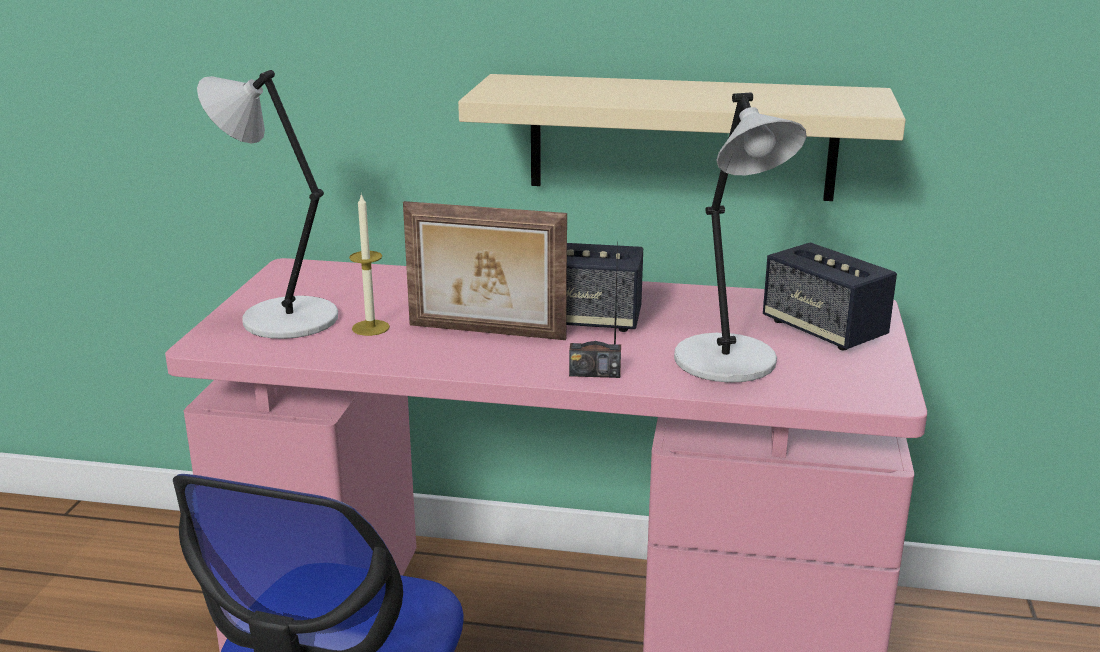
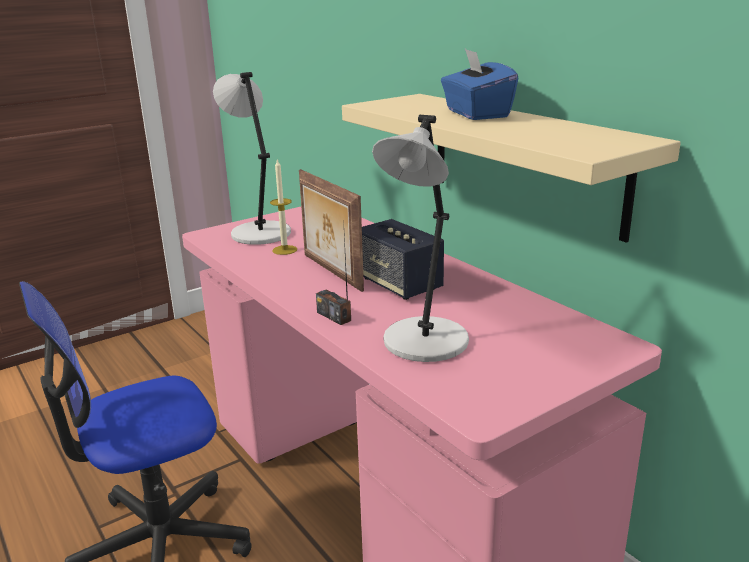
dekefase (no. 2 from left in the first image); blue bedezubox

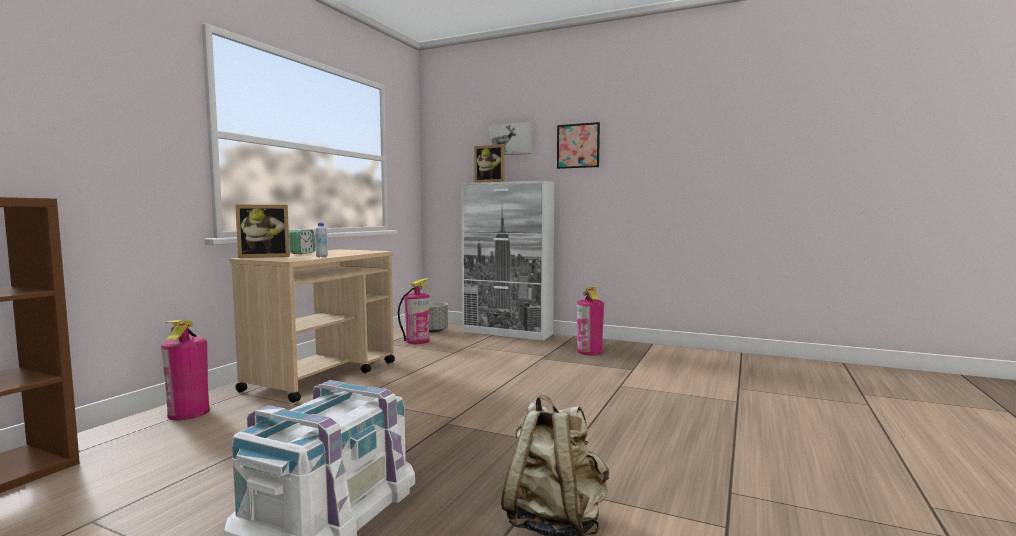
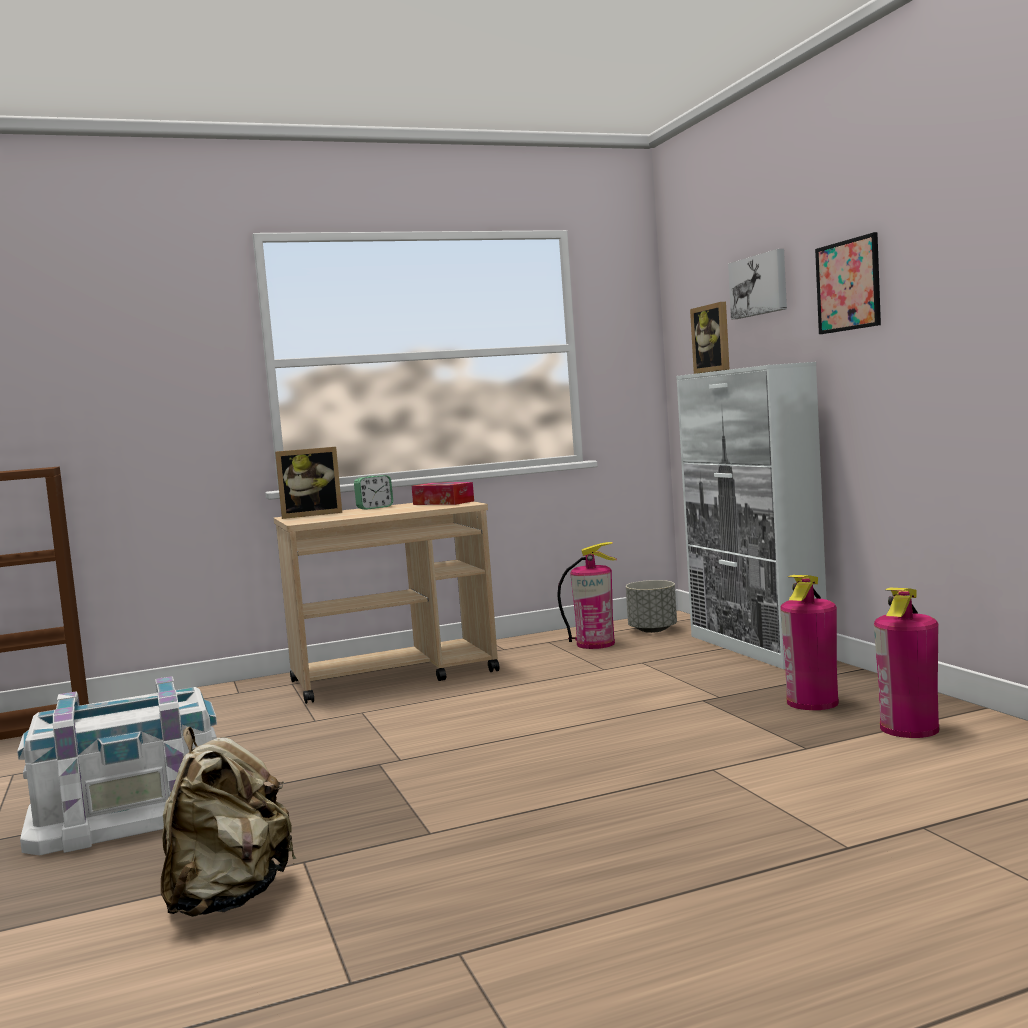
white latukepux; bedezubox; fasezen (no. 3 from left); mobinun (no. 1 from left)

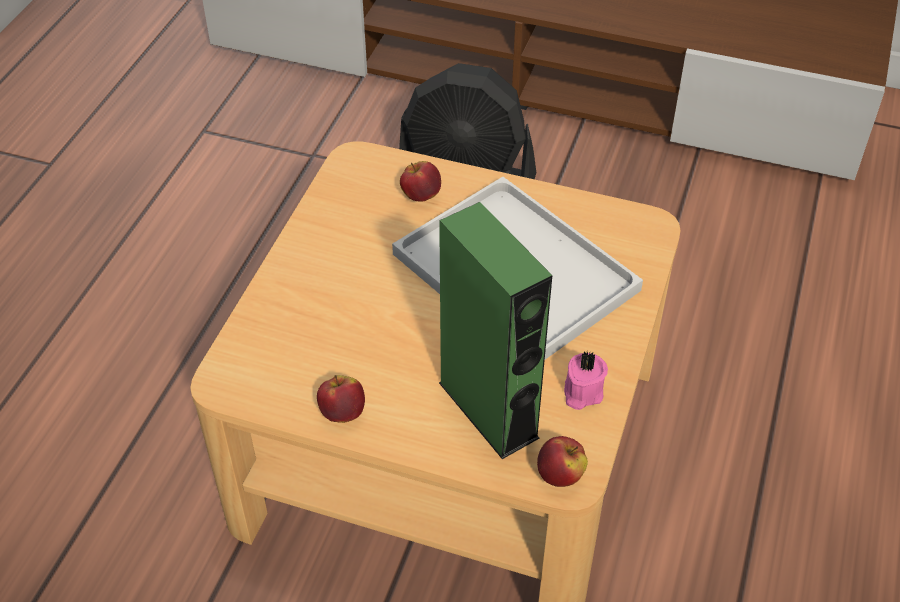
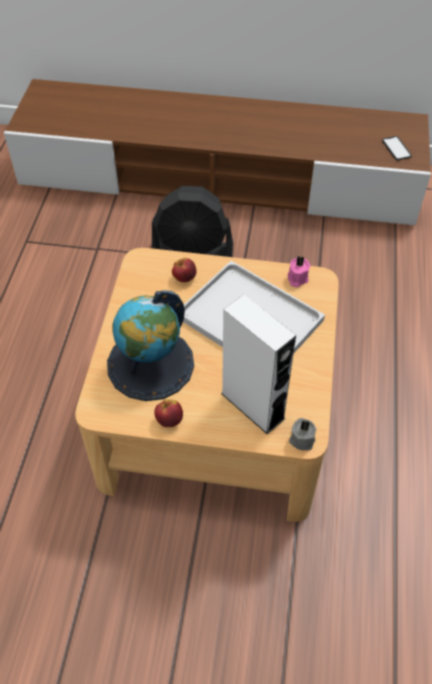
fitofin; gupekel; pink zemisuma; grey zemisuma; white dekefase

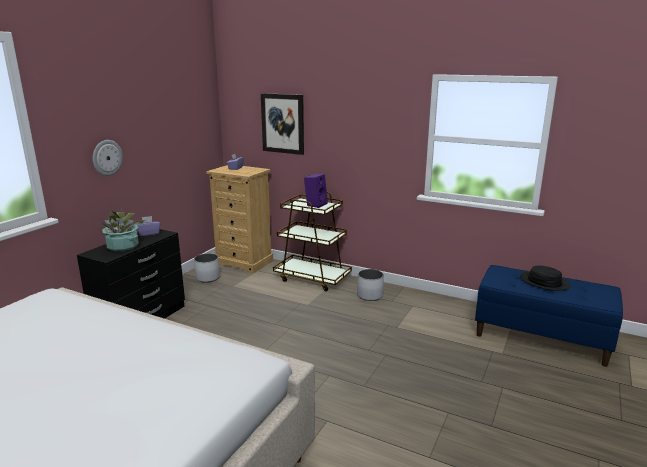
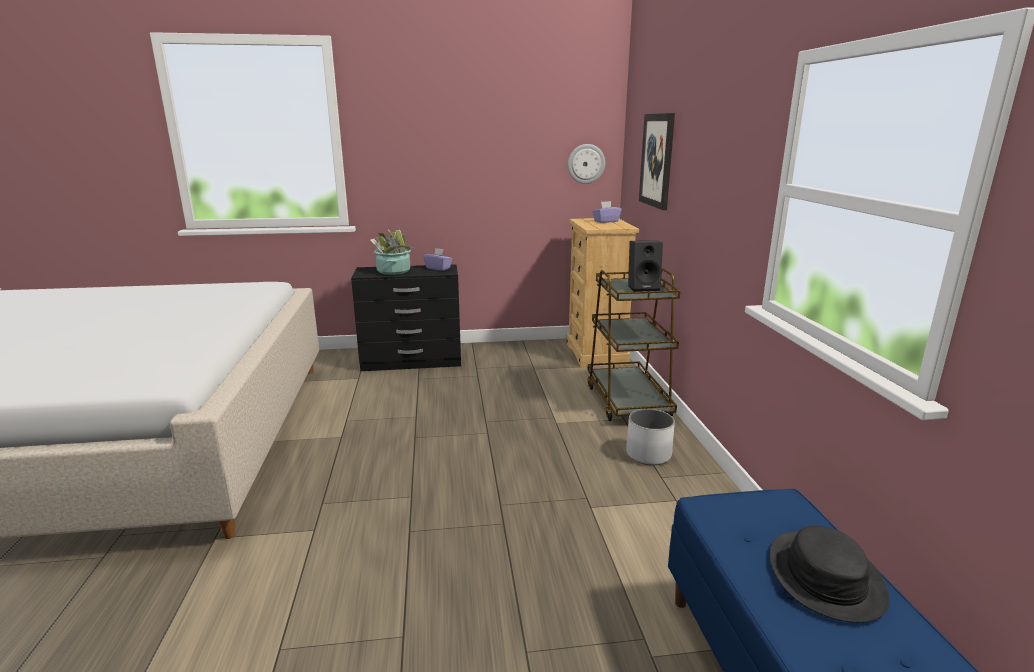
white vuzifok (no. 1 from left in the first image); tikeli; black dekefase

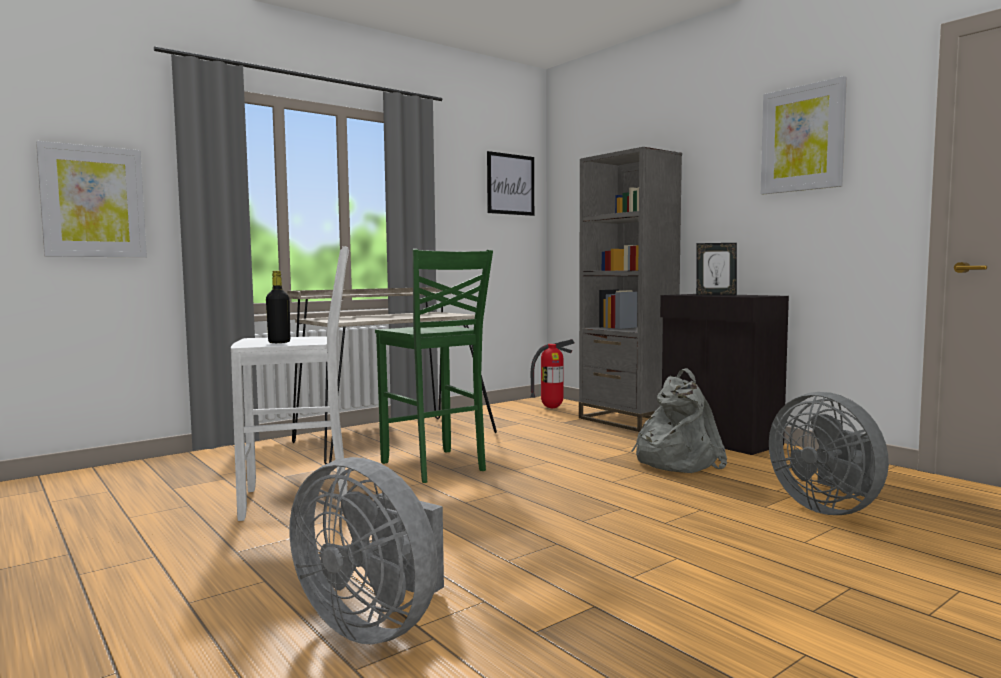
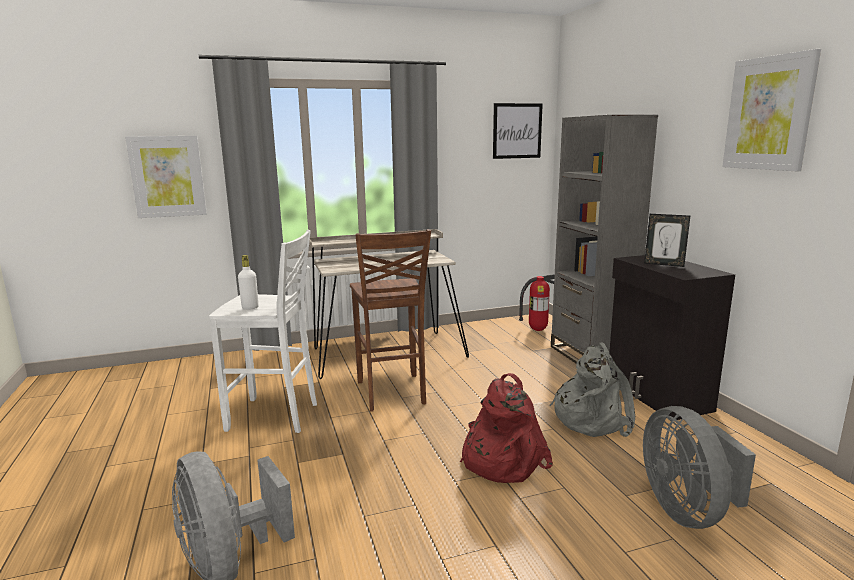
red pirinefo; white latukepux; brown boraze

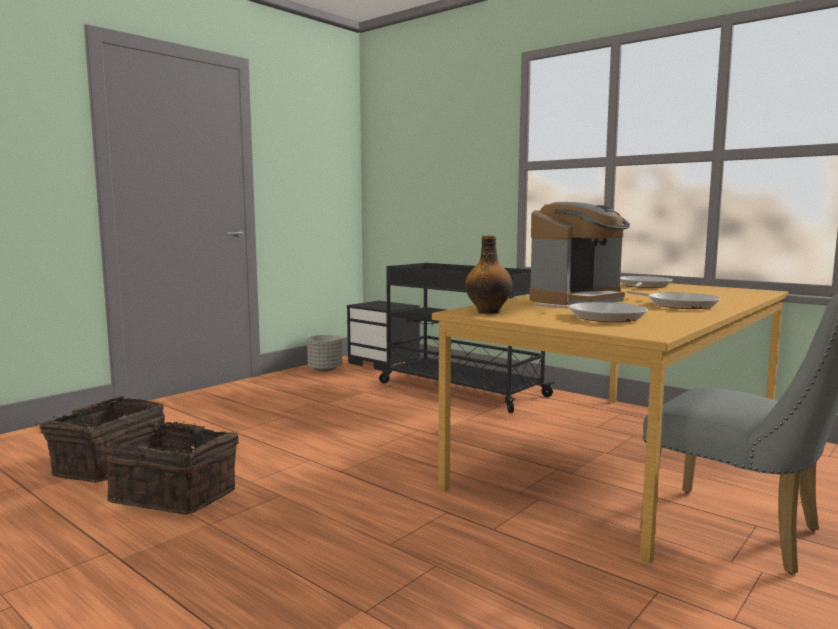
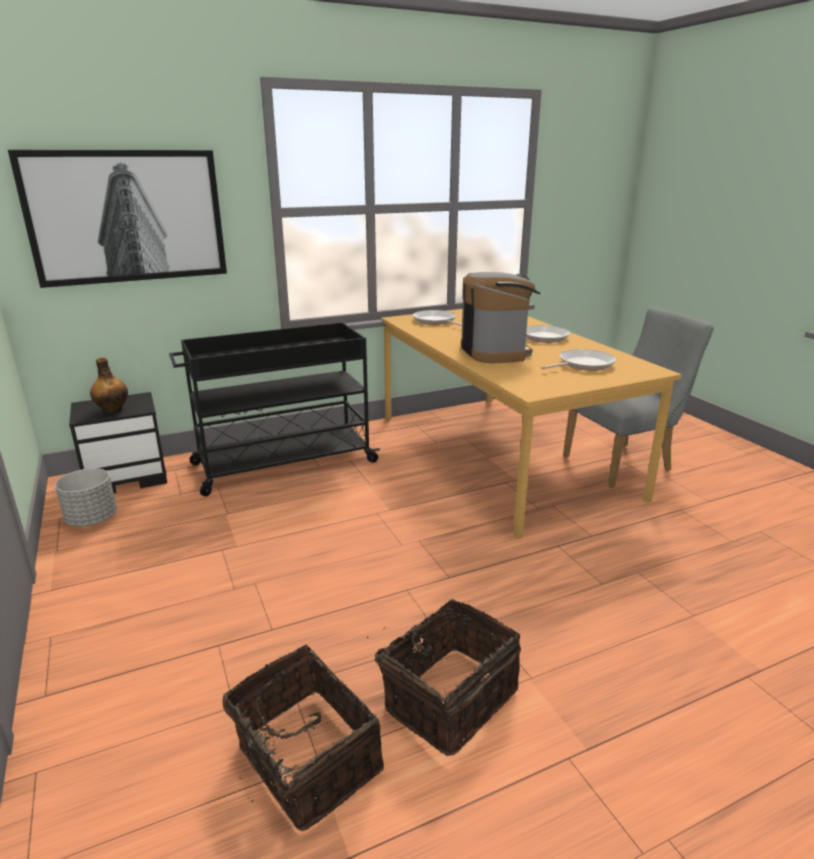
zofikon; latukepux

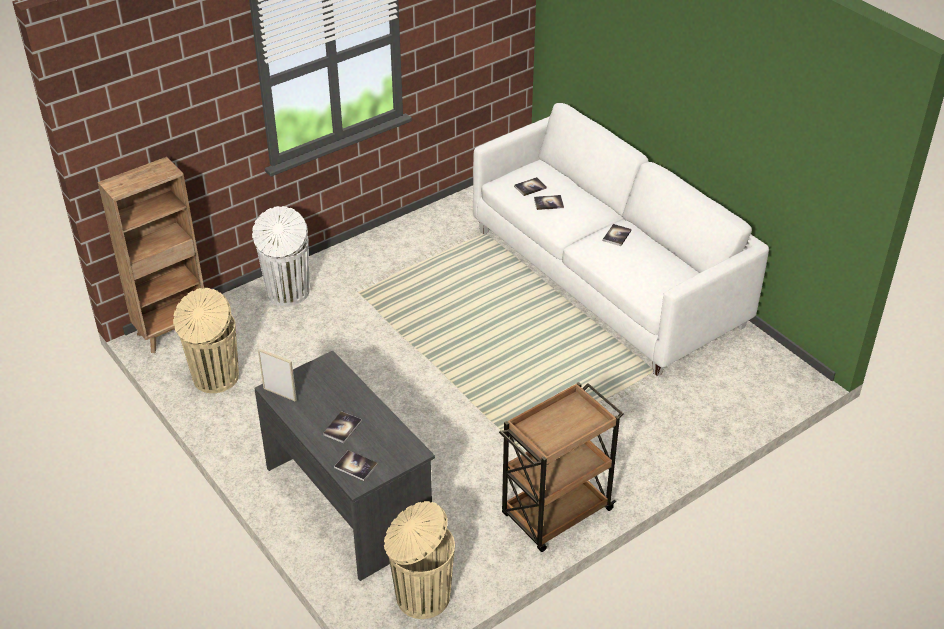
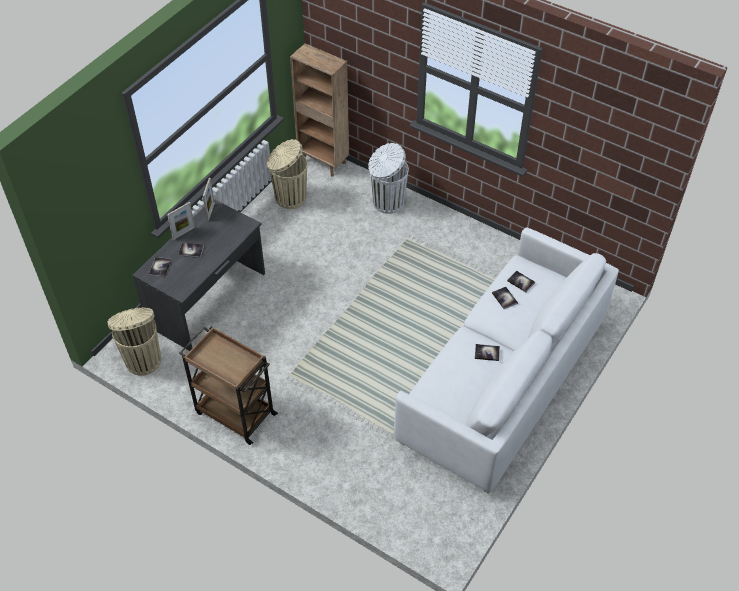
mobinun (no. 1 from left)

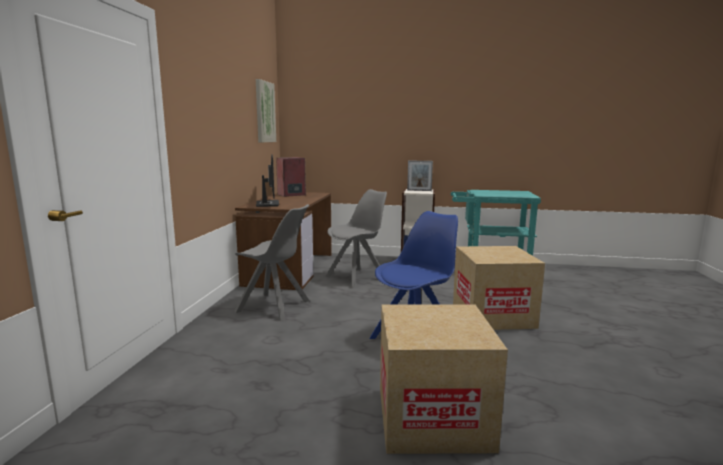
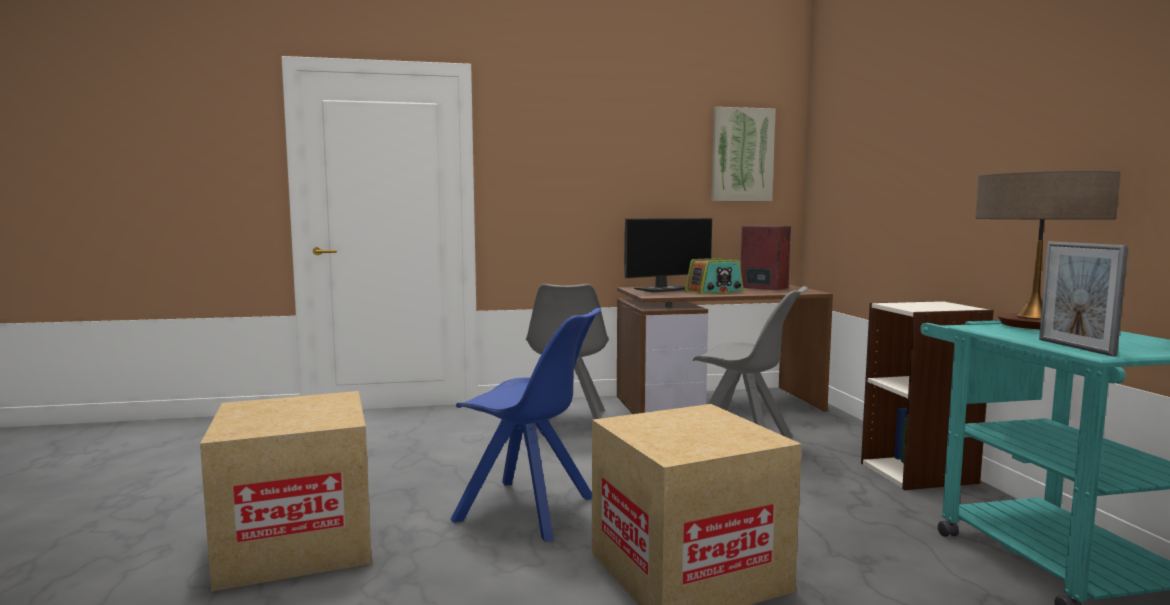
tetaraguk; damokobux; mobinun

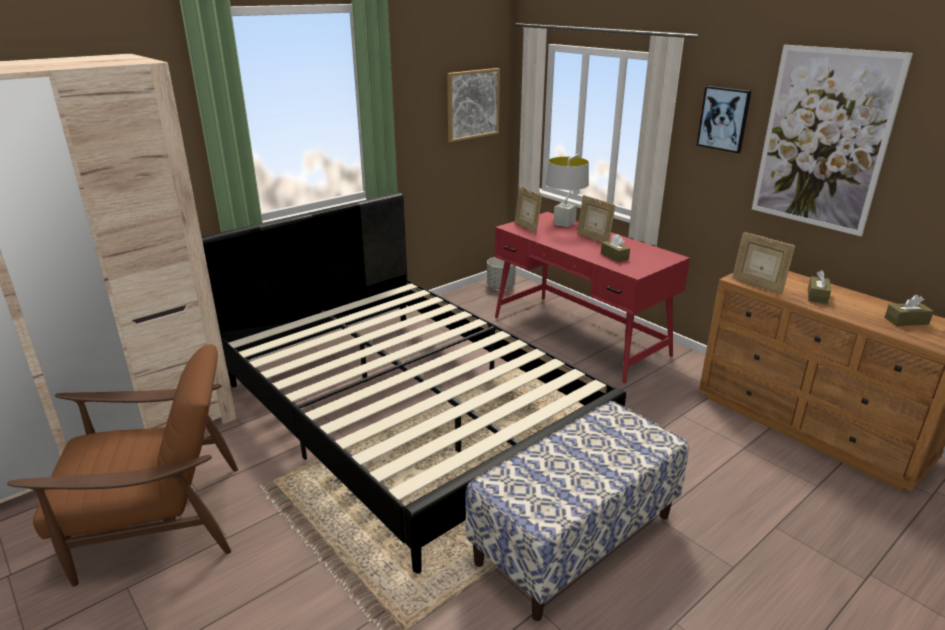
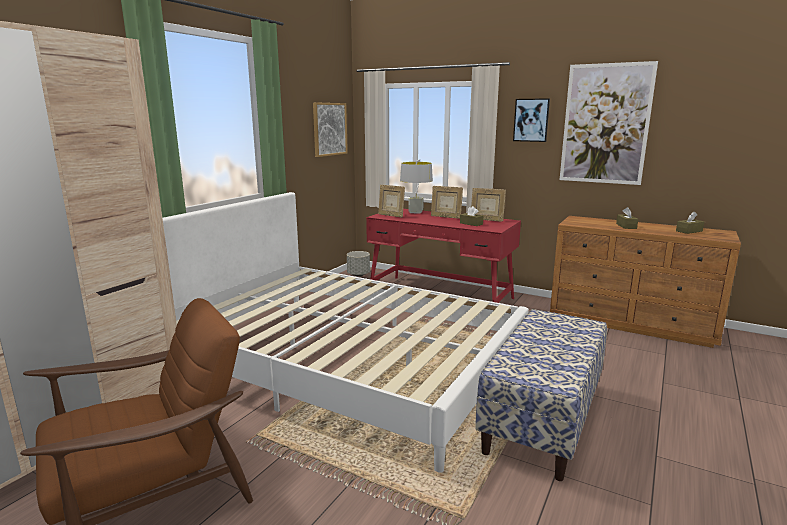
mobinun (no. 3 from left); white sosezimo

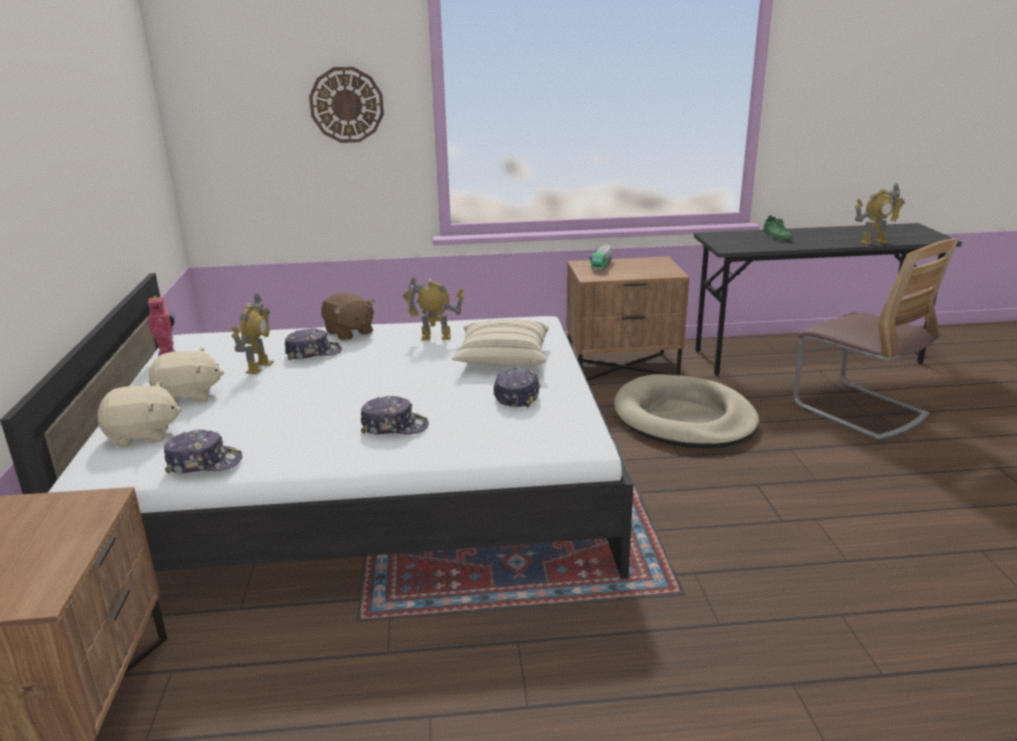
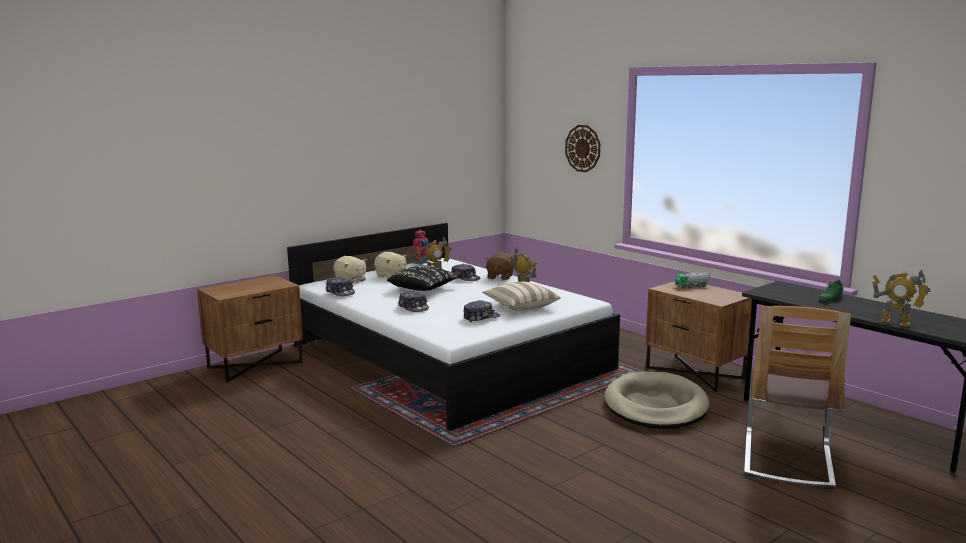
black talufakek

